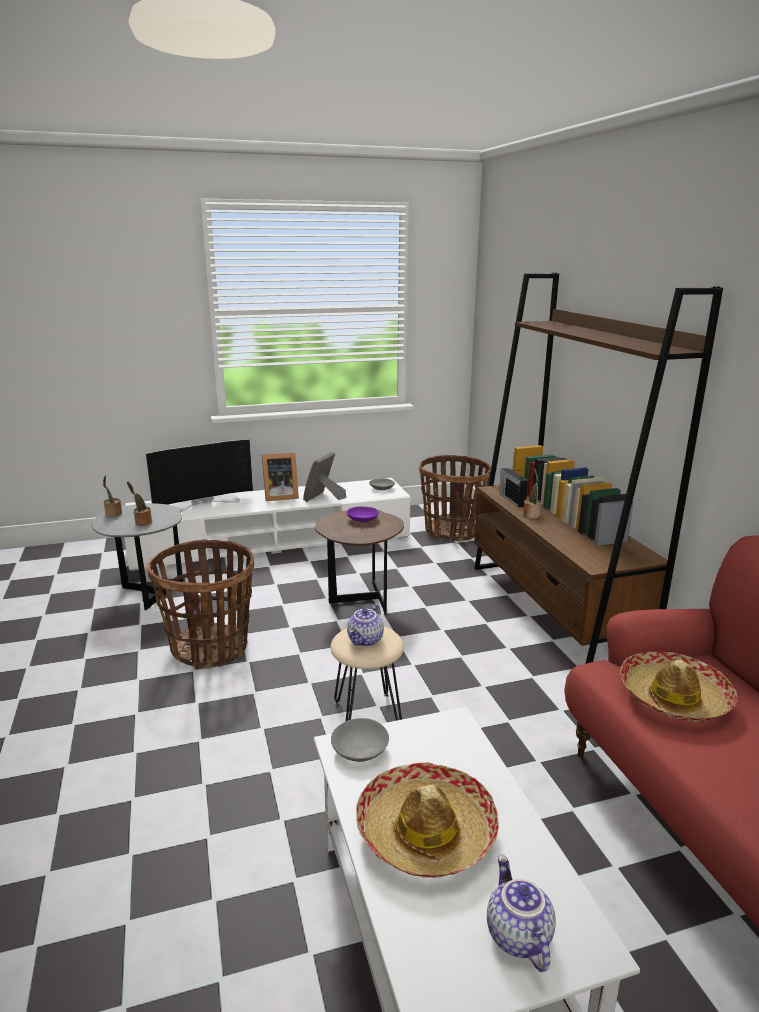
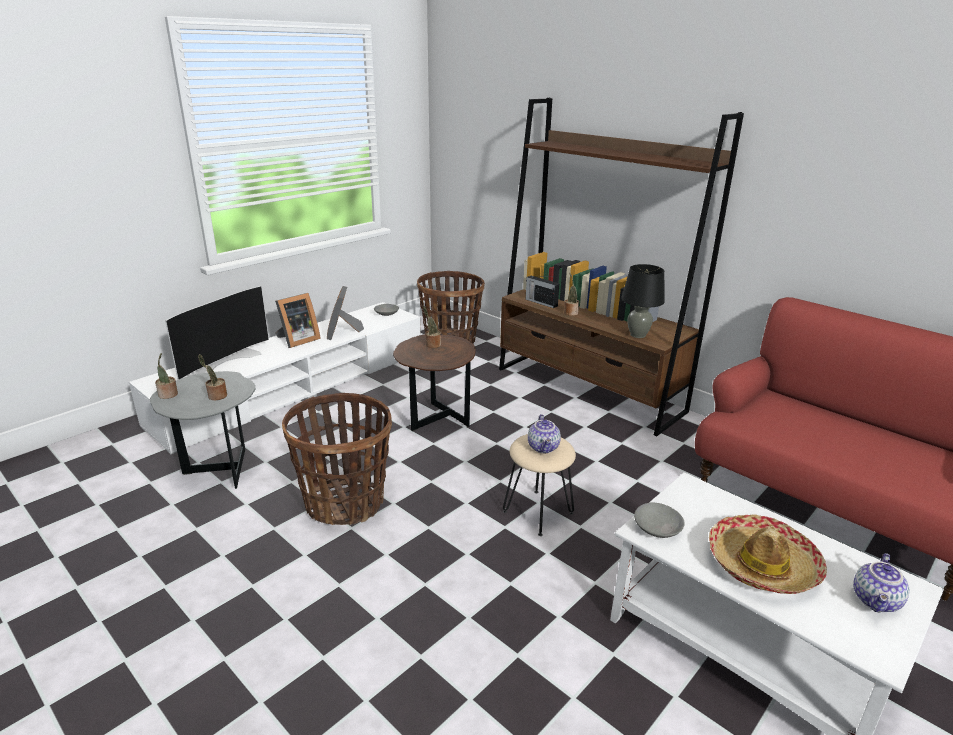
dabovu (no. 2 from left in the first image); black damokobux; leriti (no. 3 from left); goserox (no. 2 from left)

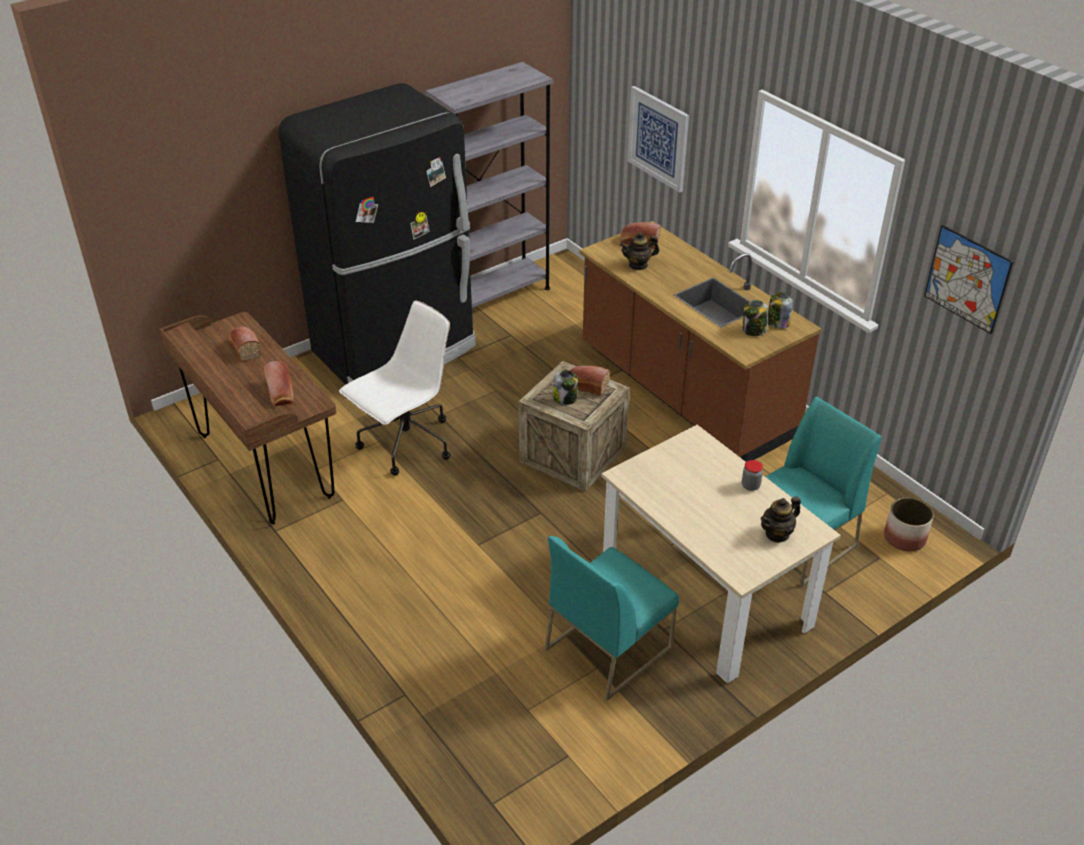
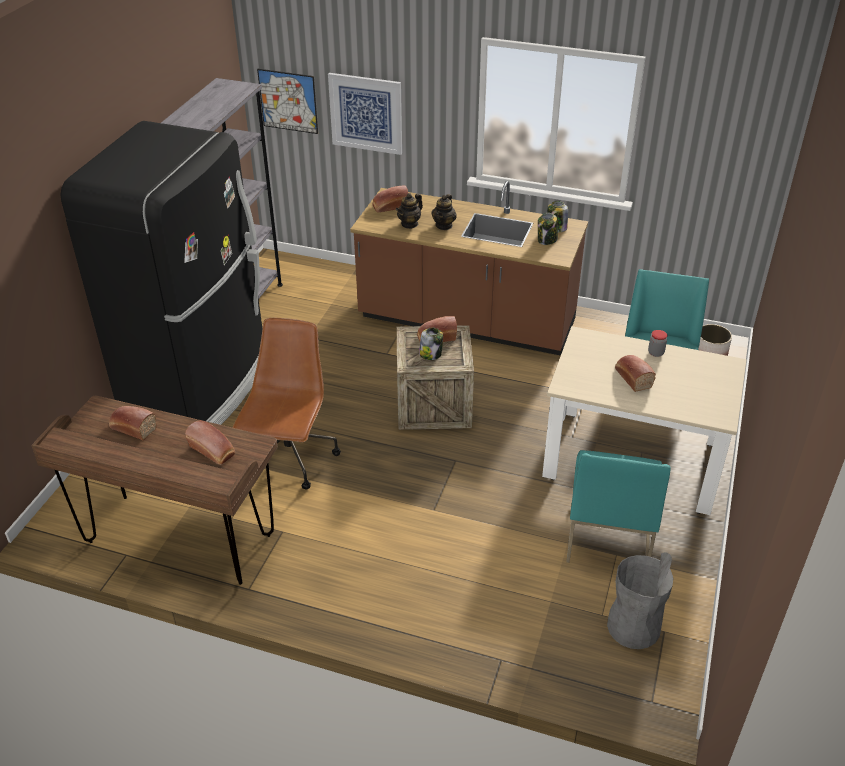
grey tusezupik; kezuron (no. 5 from left); goserox (no. 2 from left); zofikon (no. 1 from left); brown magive

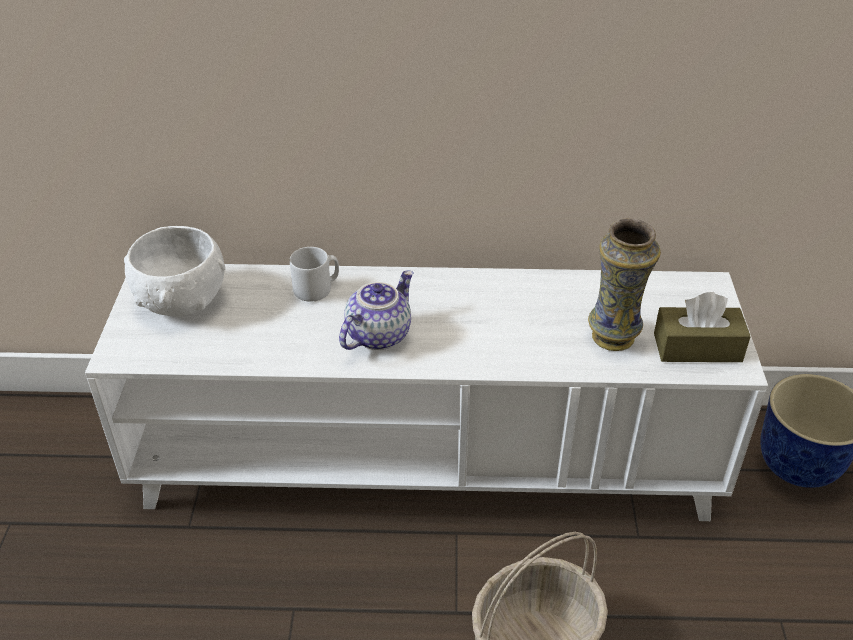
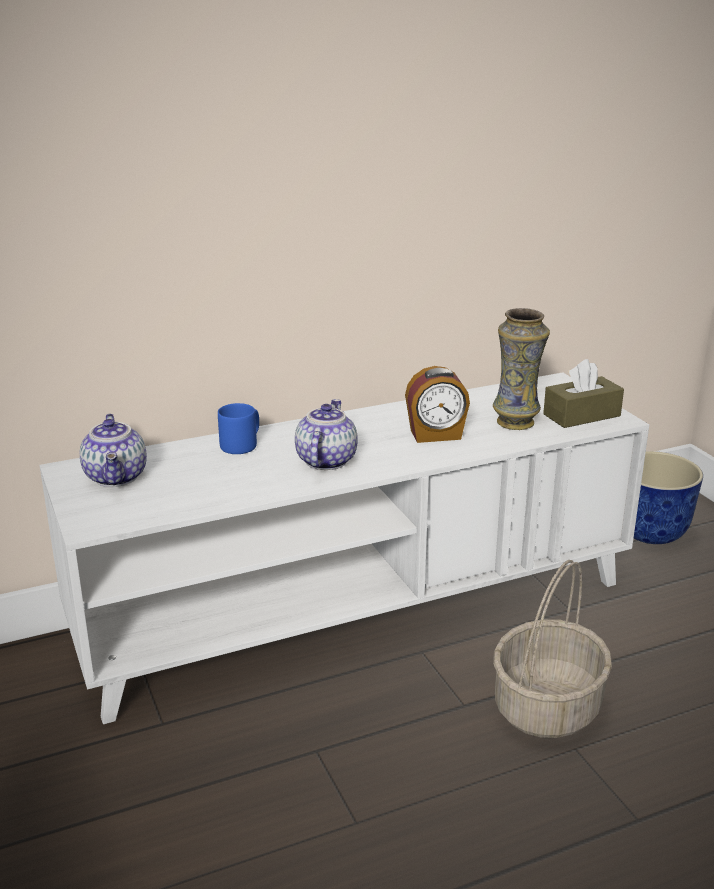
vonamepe; goserox (no. 1 from left); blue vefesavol

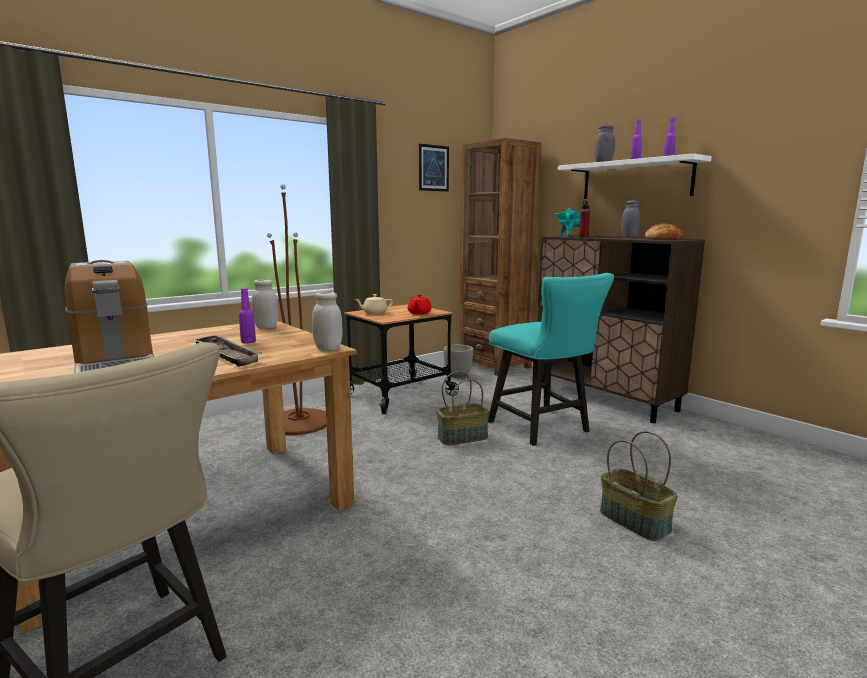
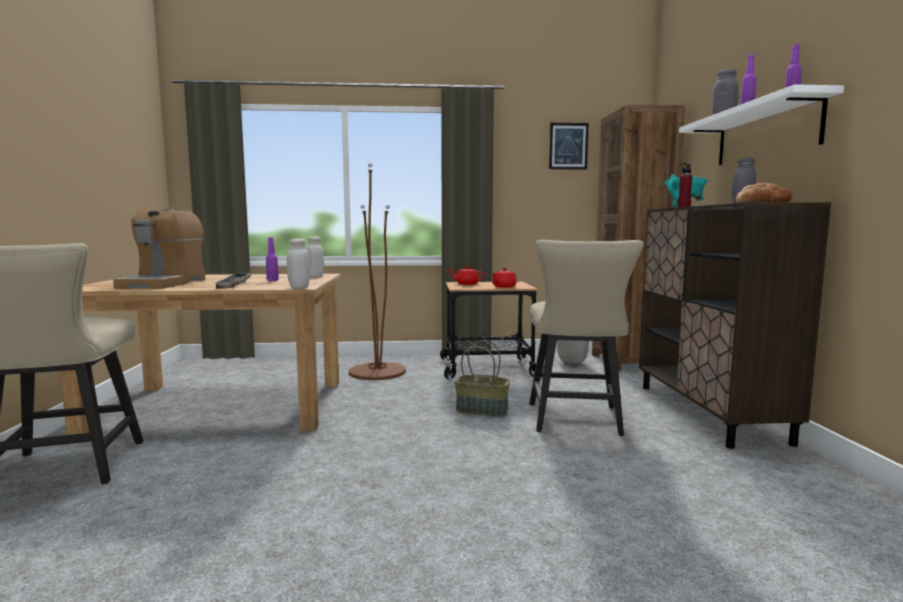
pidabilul (no. 2 from left in the first image); red goserox (no. 1 from left); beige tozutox (no. 2 from left)

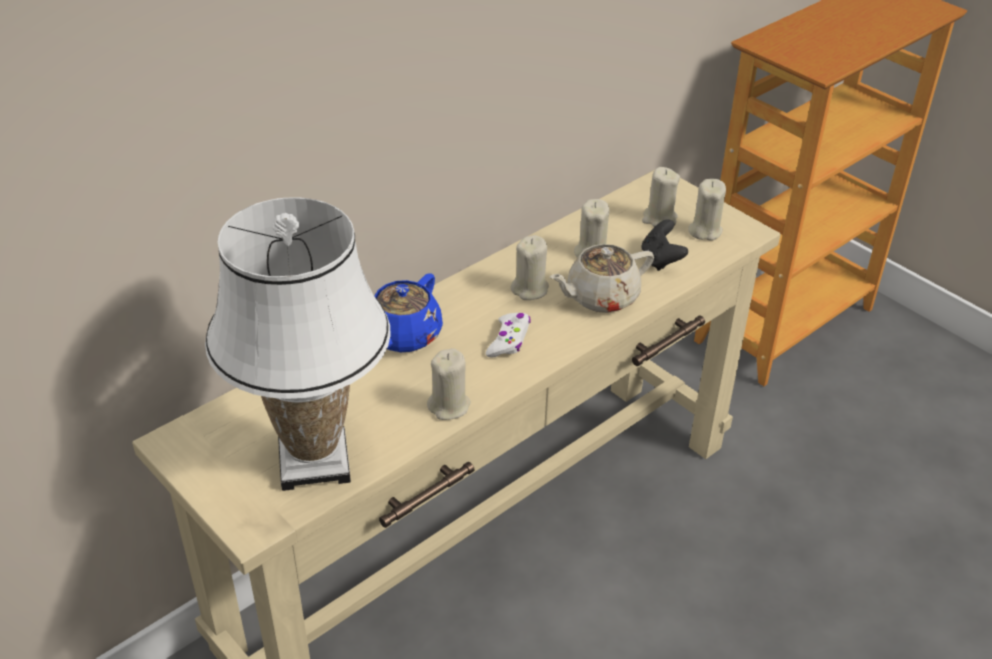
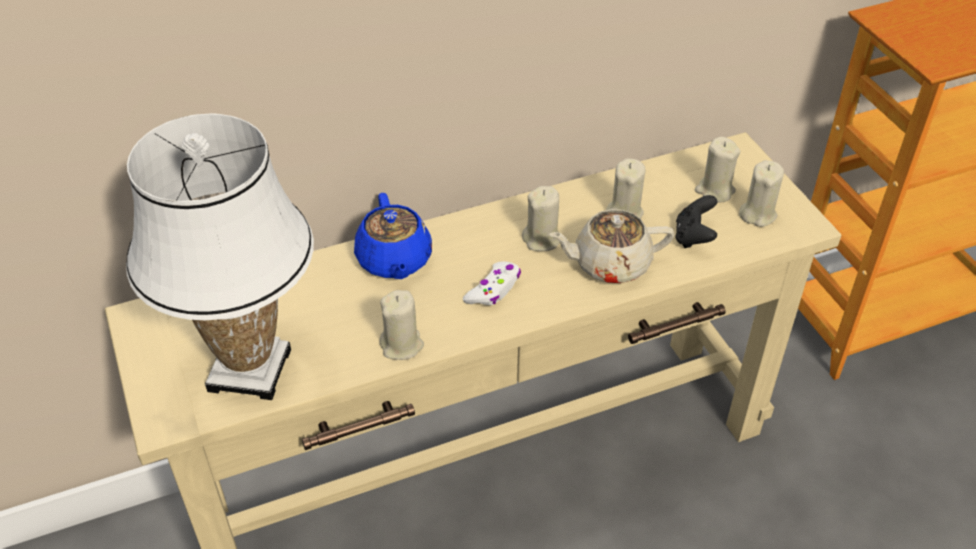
blue goserox

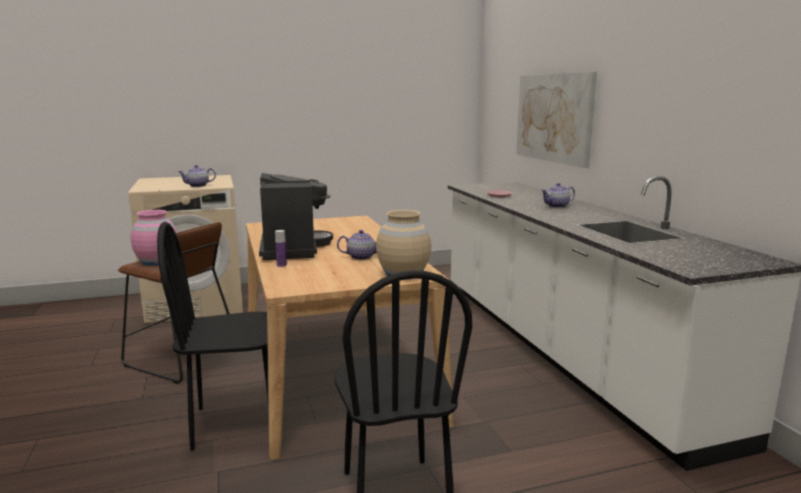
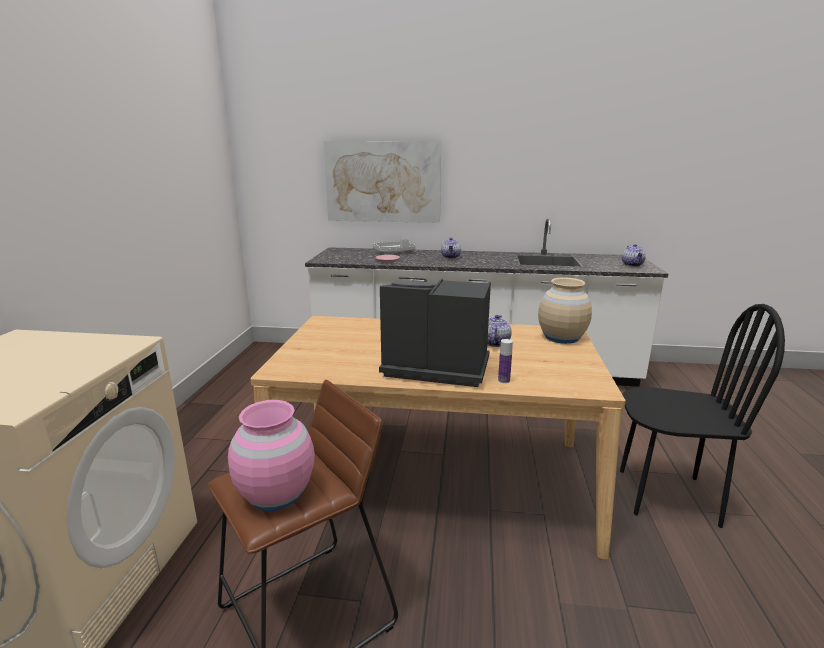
black tozutox (no. 1 from left in the first image); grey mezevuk; goserox (no. 3 from left)

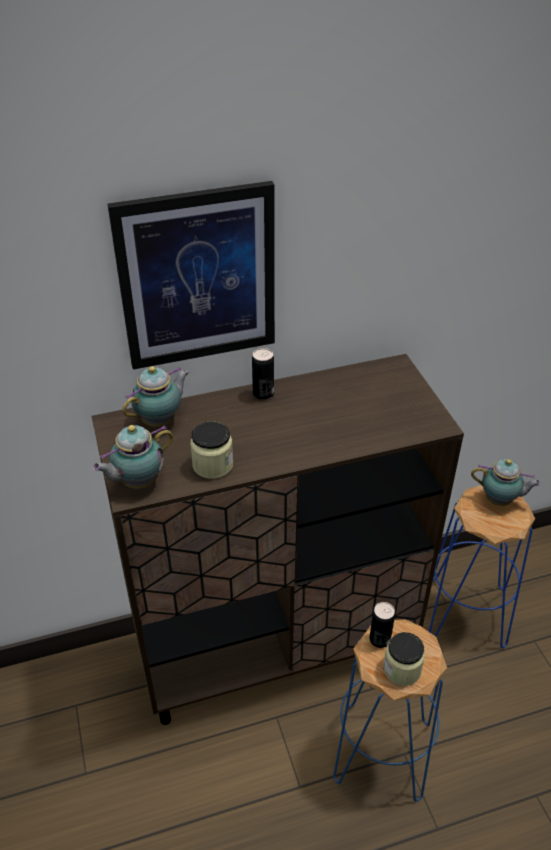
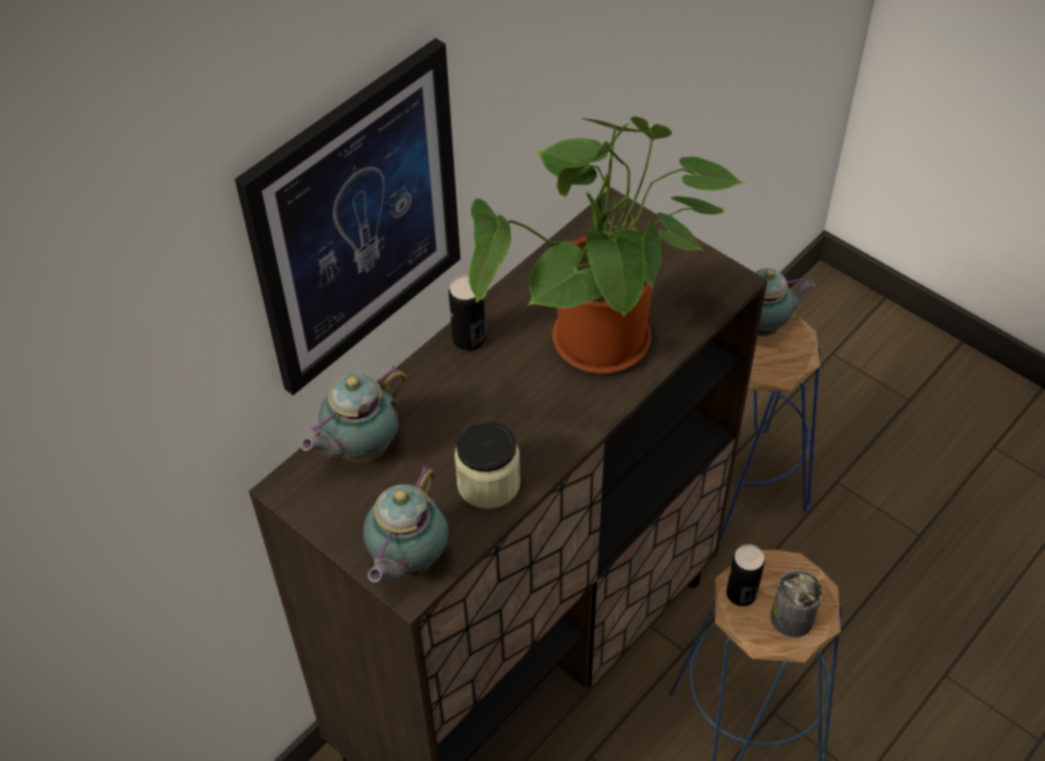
leriti; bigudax (no. 3 from left); goserox (no. 1 from left)

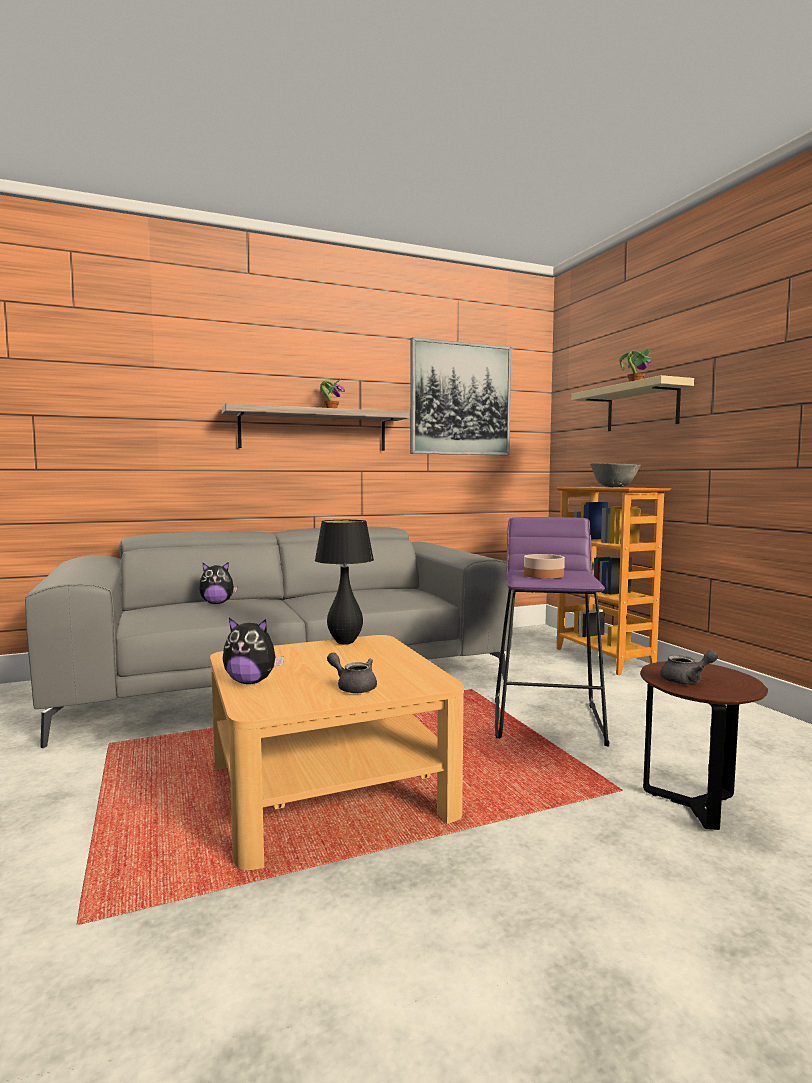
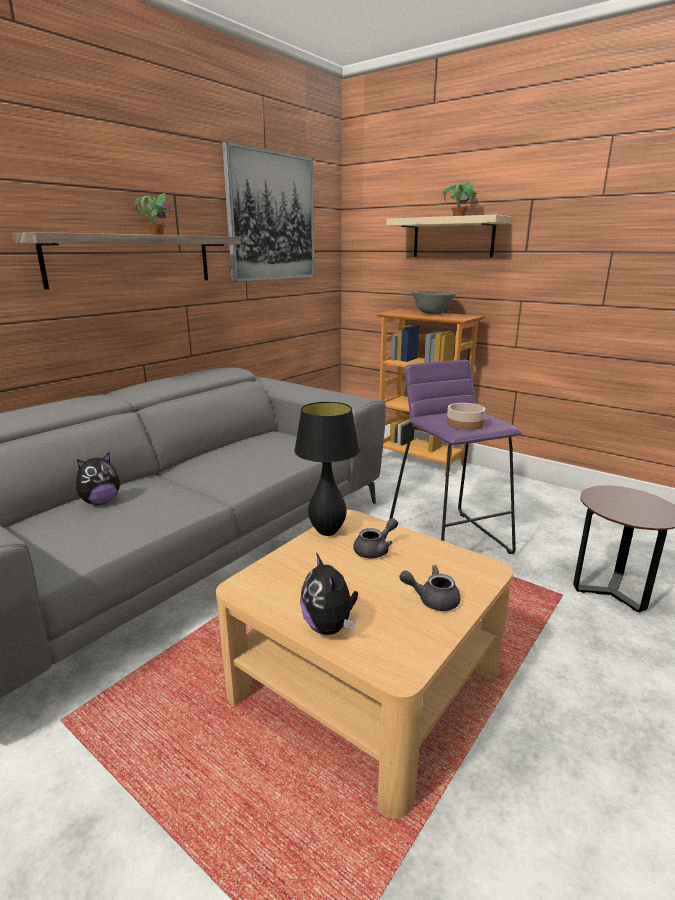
grey goserox (no. 1 from left); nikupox (no. 2 from left)

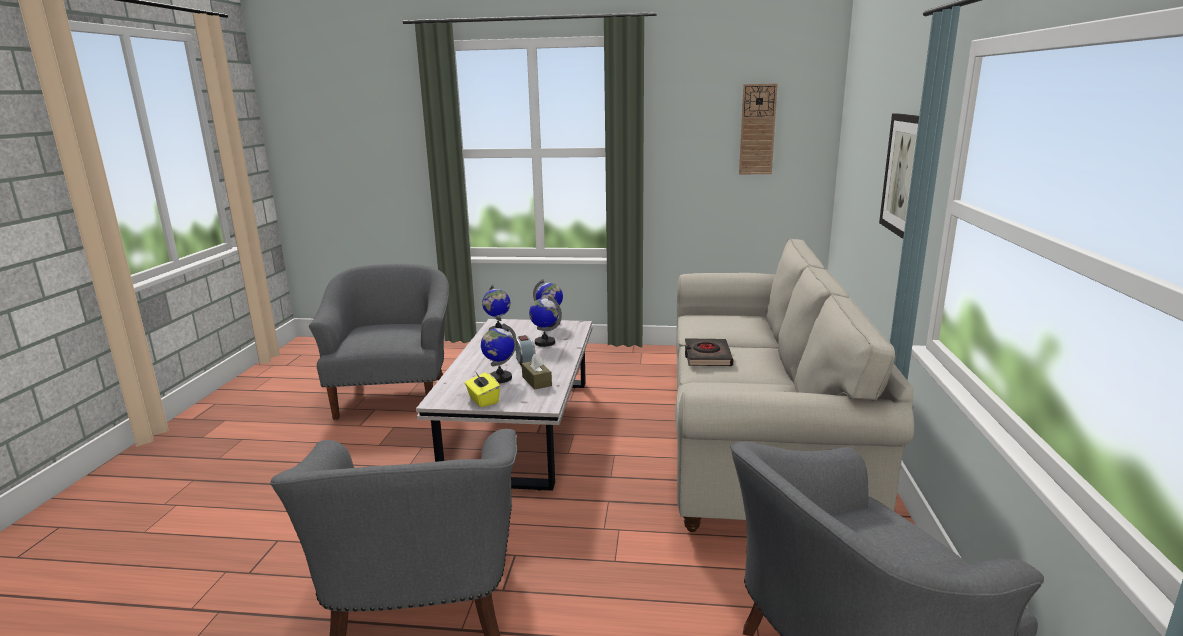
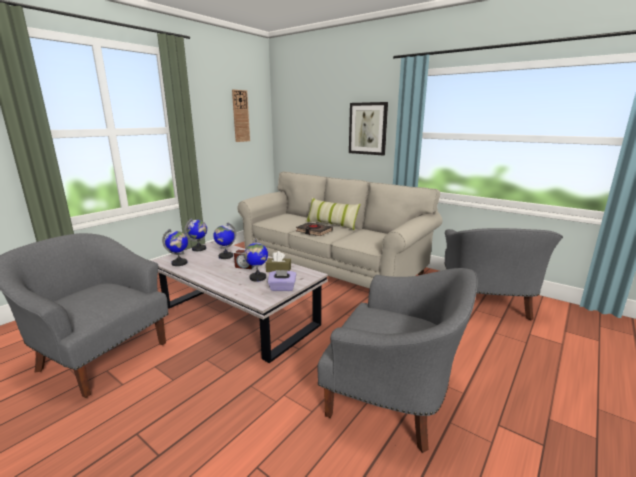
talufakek; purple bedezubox

